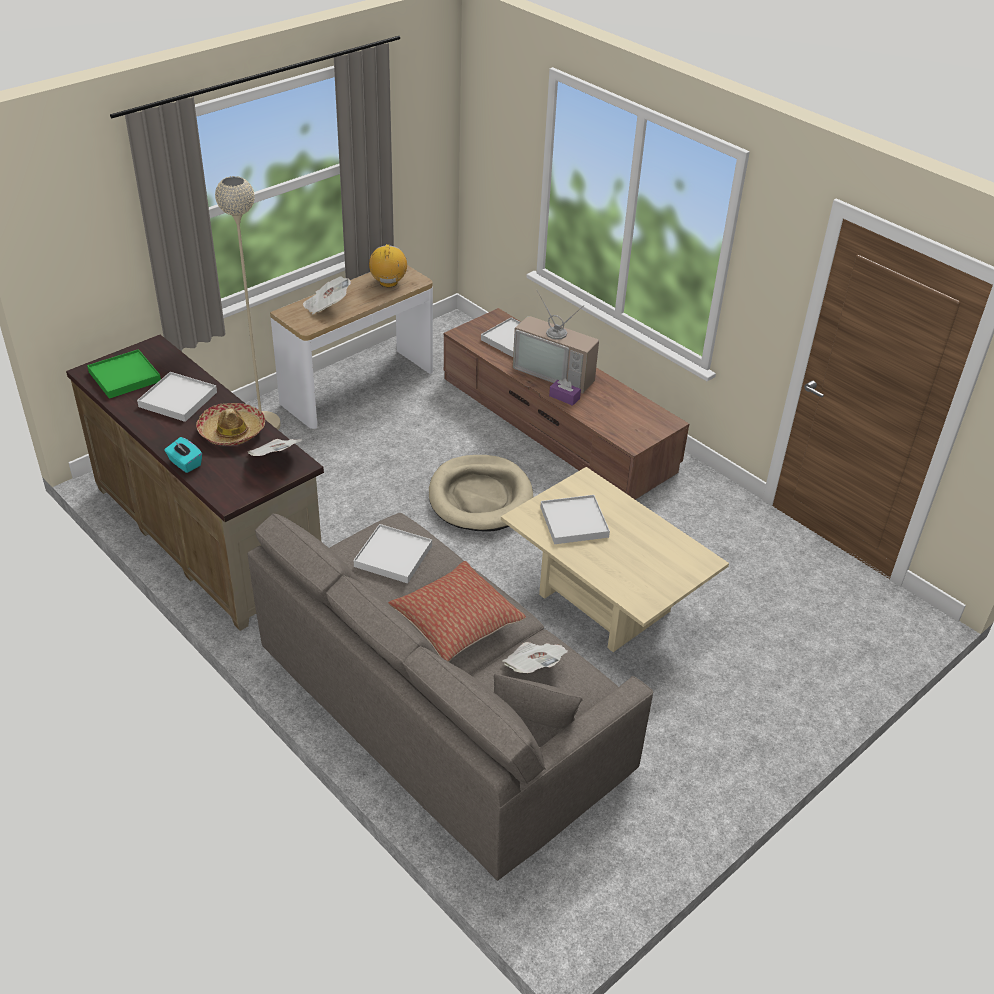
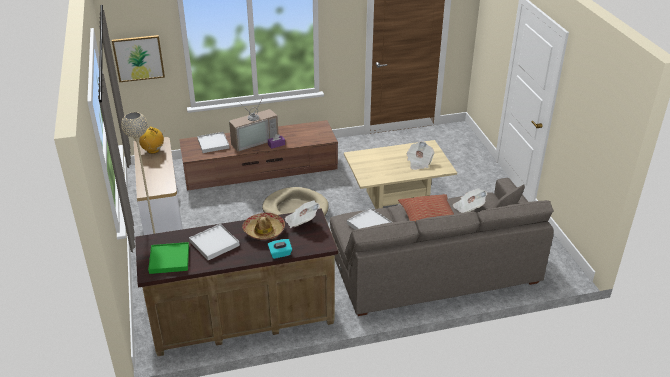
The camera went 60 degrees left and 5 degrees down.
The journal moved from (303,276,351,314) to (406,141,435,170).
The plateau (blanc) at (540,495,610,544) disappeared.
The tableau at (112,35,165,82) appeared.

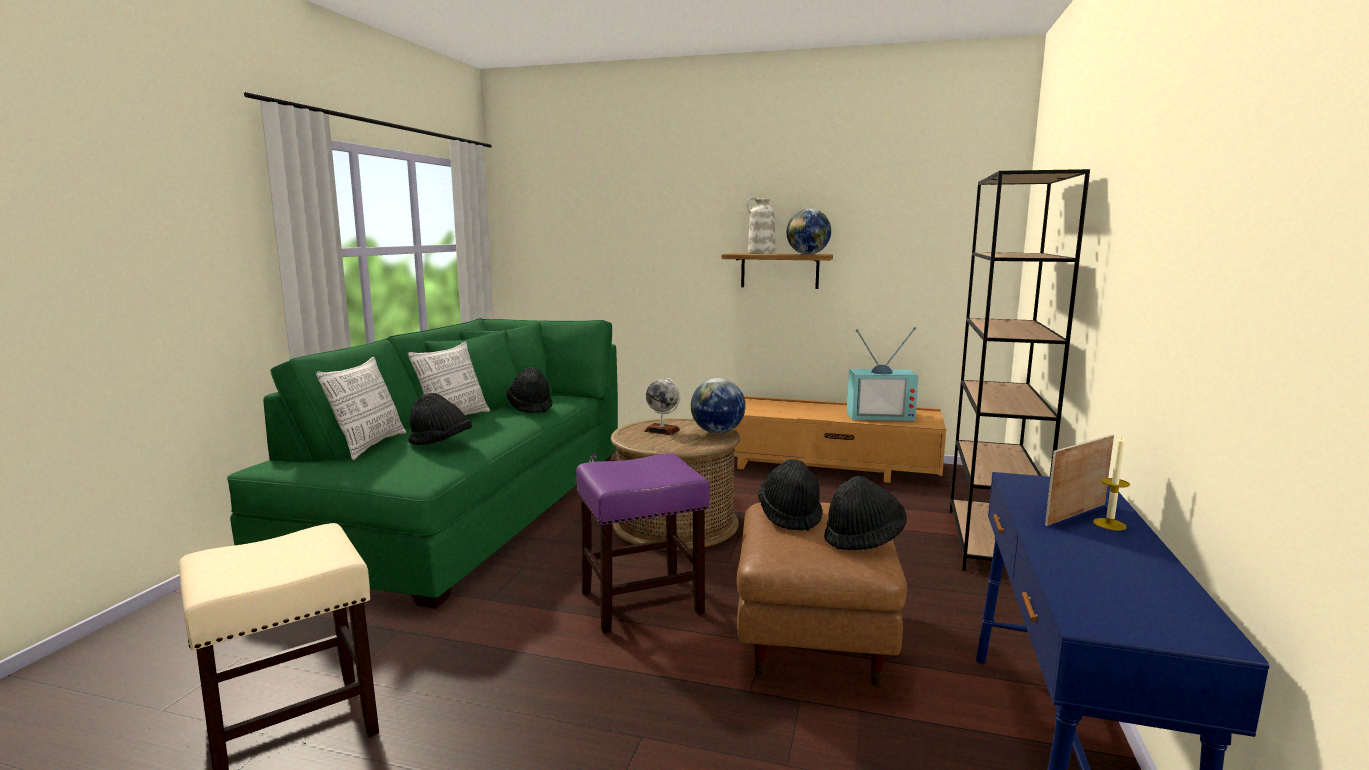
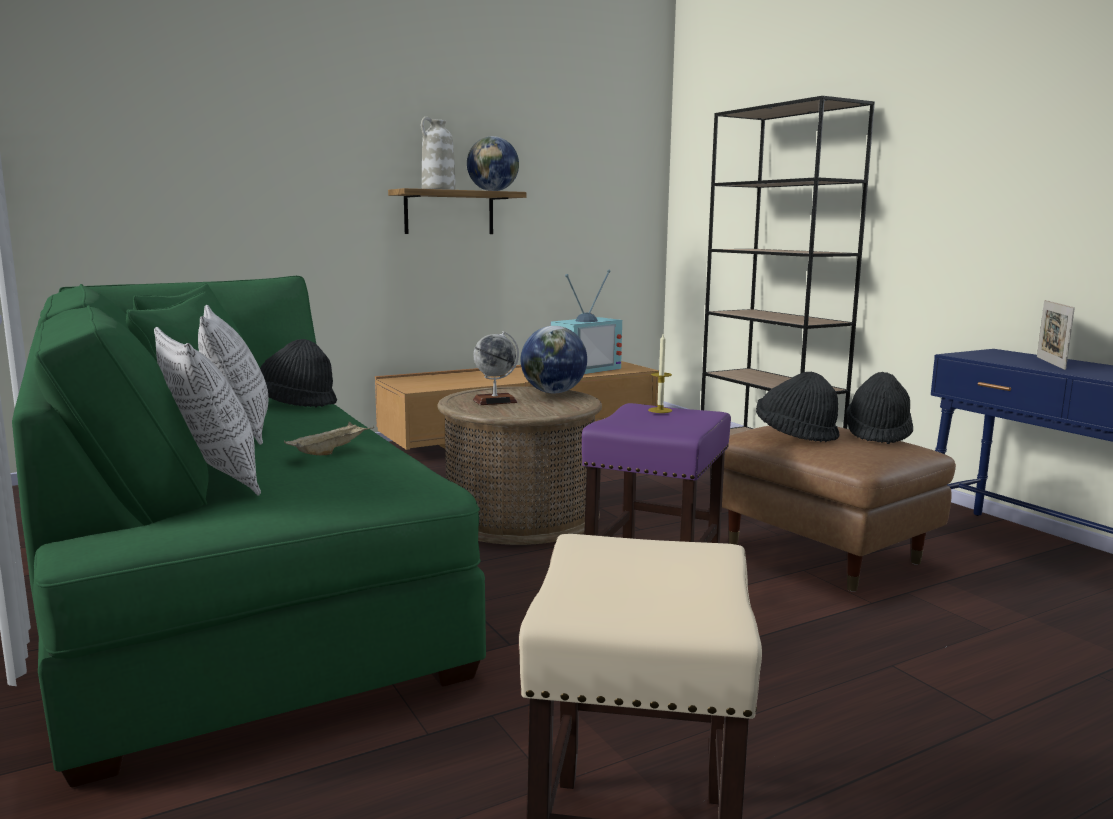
The camera went 45 degrees left and 0 degrees up.
The chapeau (noir) at (408,393,472,445) was replaced by the plateau (beige) at (284,422,374,456).
The bougie moved from (1093,435,1130,530) to (648,334,672,413).

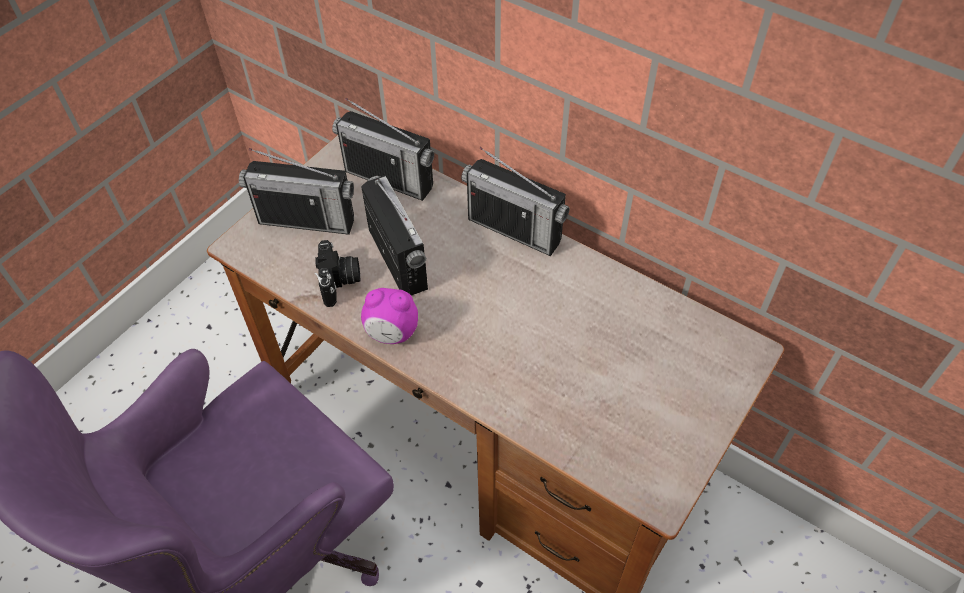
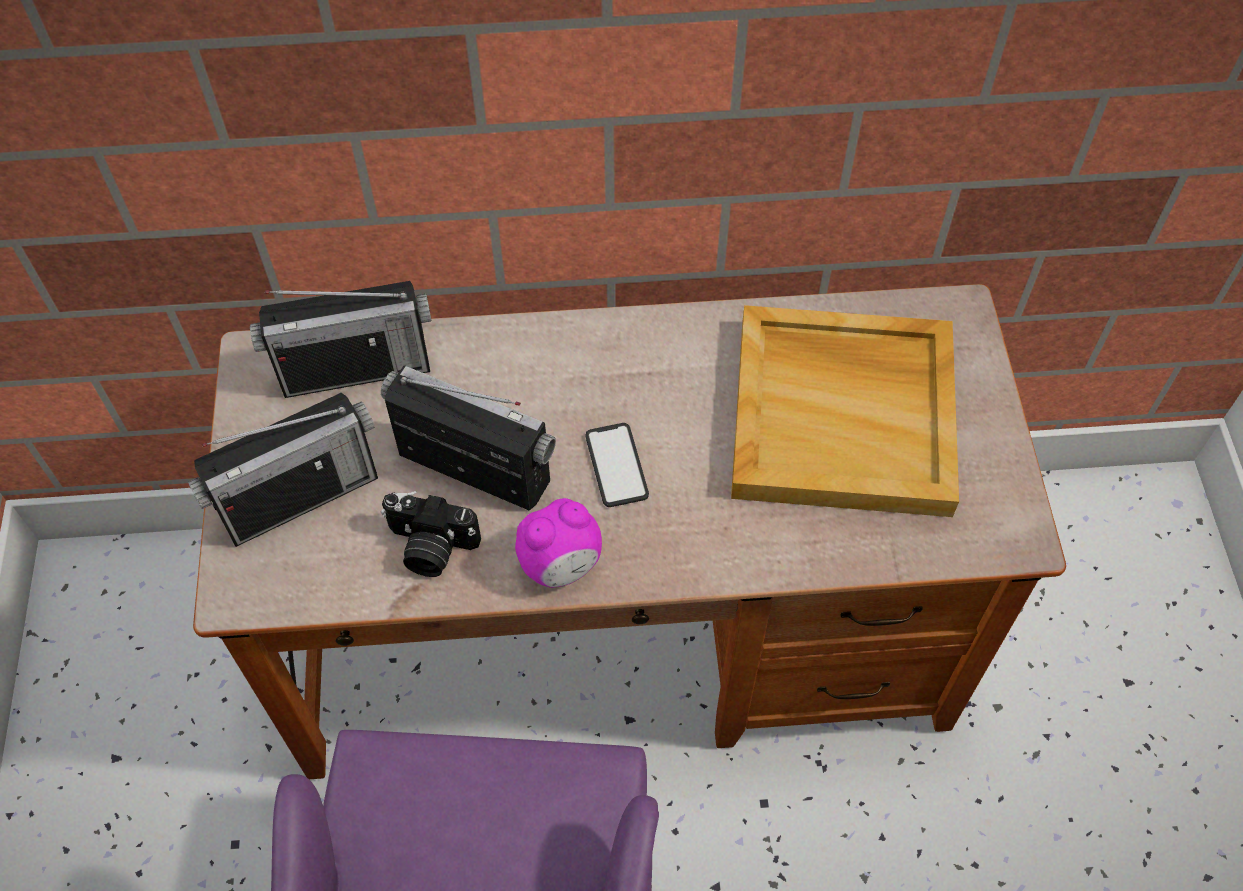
The camera went 40 degrees left and 5 degrees up.
The radio at (461,147,570,256) disappeared.
The appareil photo at (315,240,360,307) turned 150 degrees clockwise.
The plateau (beige) at (731,305,959,517) appeared.
The téléphone at (585,423,649,507) appeared.

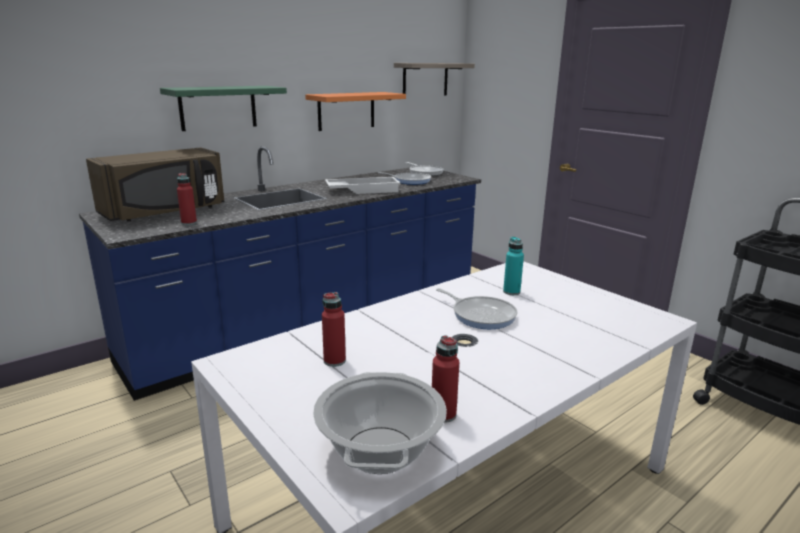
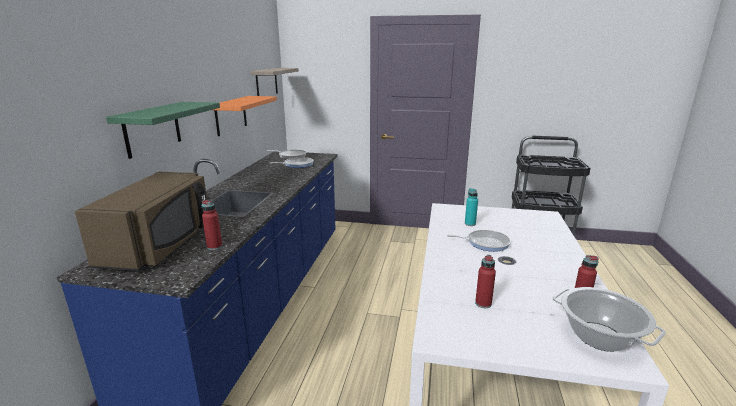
The camera went 40 degrees left and 0 degrees up.
The plateau (blanc) at (325,177,400,194) disappeared.

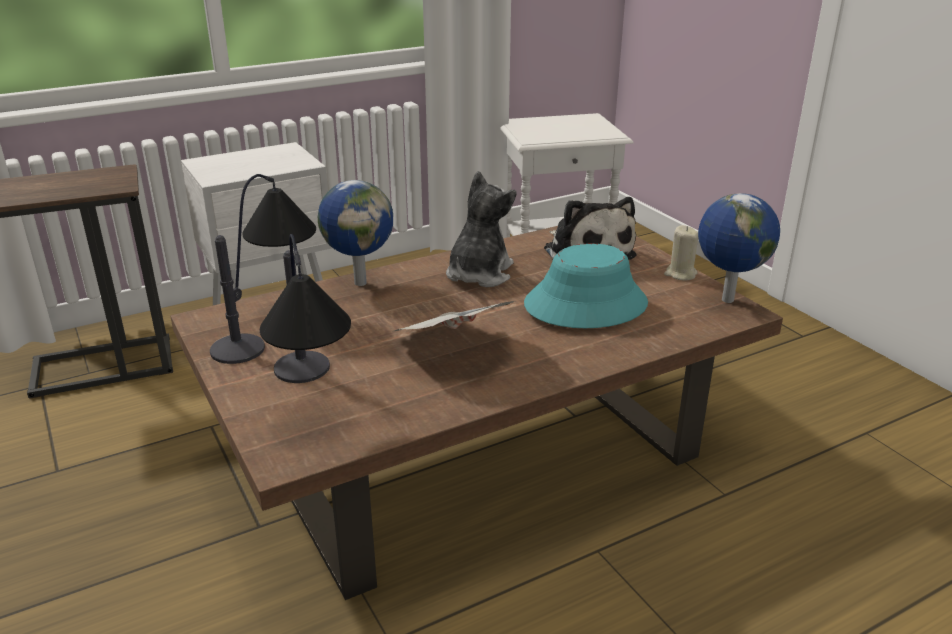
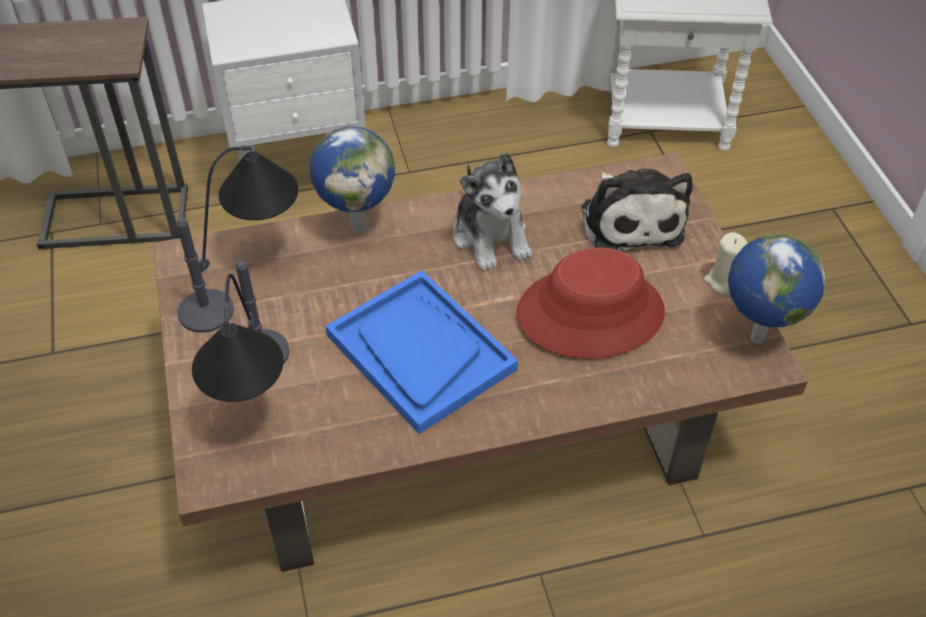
The camera went 15 degrees right and 20 degrees up.
The peluche at (446,171,516,288) turned 120 degrees clockwise.
The chapeau (turquoise) at (524,244,648,328) became the chapeau (rouge) at (517,247,665,359).
The journal at (392,301,514,332) was replaced by the plateau (bleu) at (325,270,518,434).

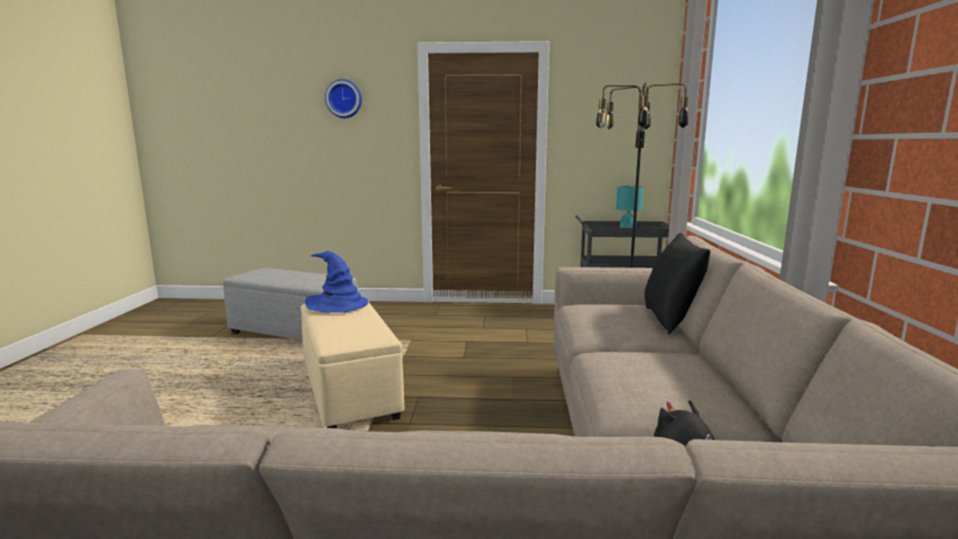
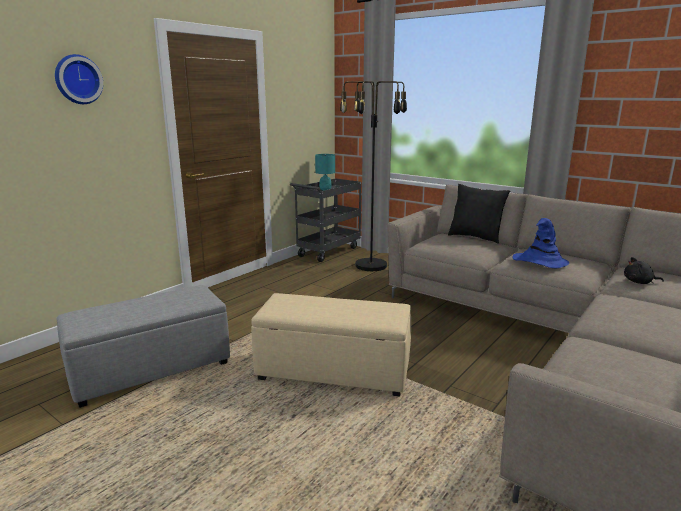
The camera went 55 degrees left and 5 degrees up.
The chapeau (bleu) moved from (305,251,368,313) to (512,218,569,268).

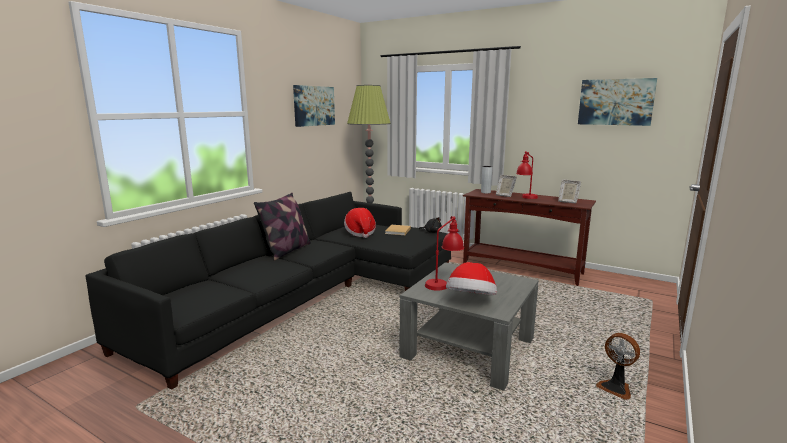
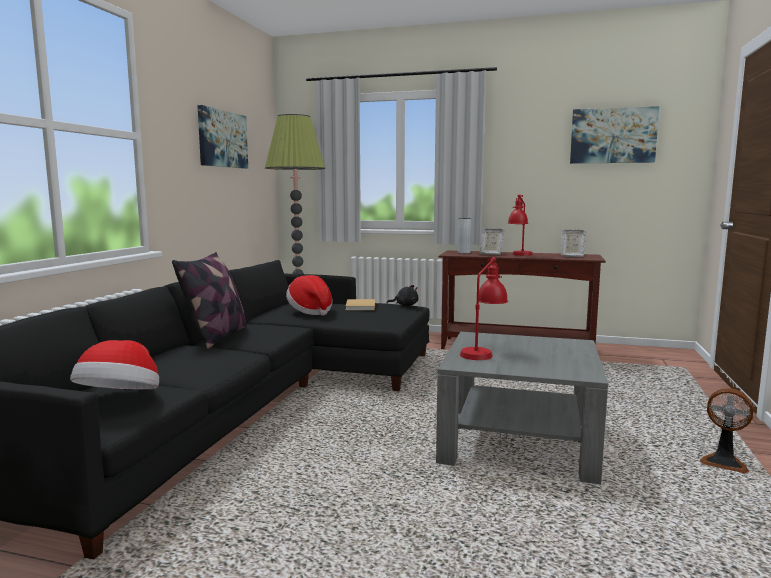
The camera went 15 degrees left and 5 degrees down.
The chapeau moved from (446,262,497,295) to (70,340,159,390).

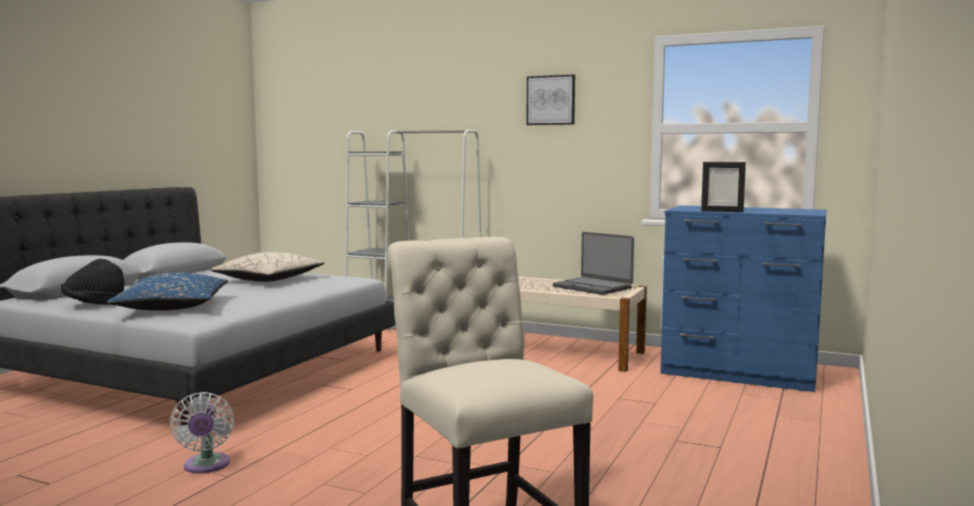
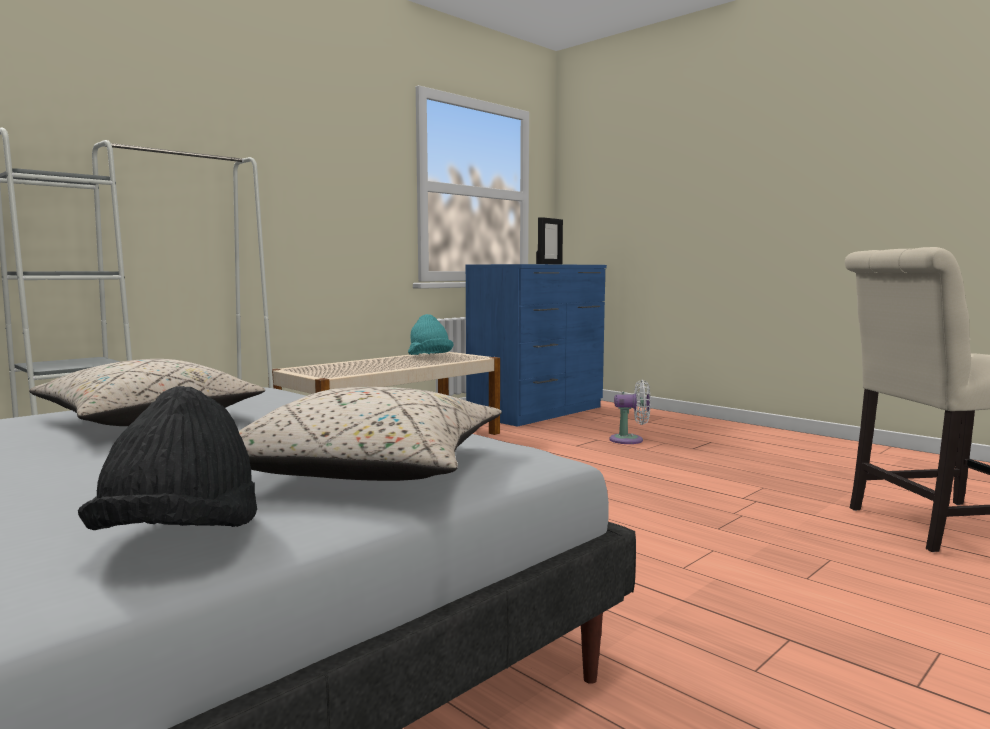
The camera went 70 degrees left and 0 degrees up.
The tableau at (526,75,575,125) disappeared.
The ordinateur portable at (553,232,634,295) was replaced by the chapeau (turquoise) at (408,314,453,355).
The coussin (bleu) at (107,273,228,311) became the coussin (beige) at (239,387,502,481).
The ventilateur (blanc) moved from (169,392,234,473) to (609,380,651,444).

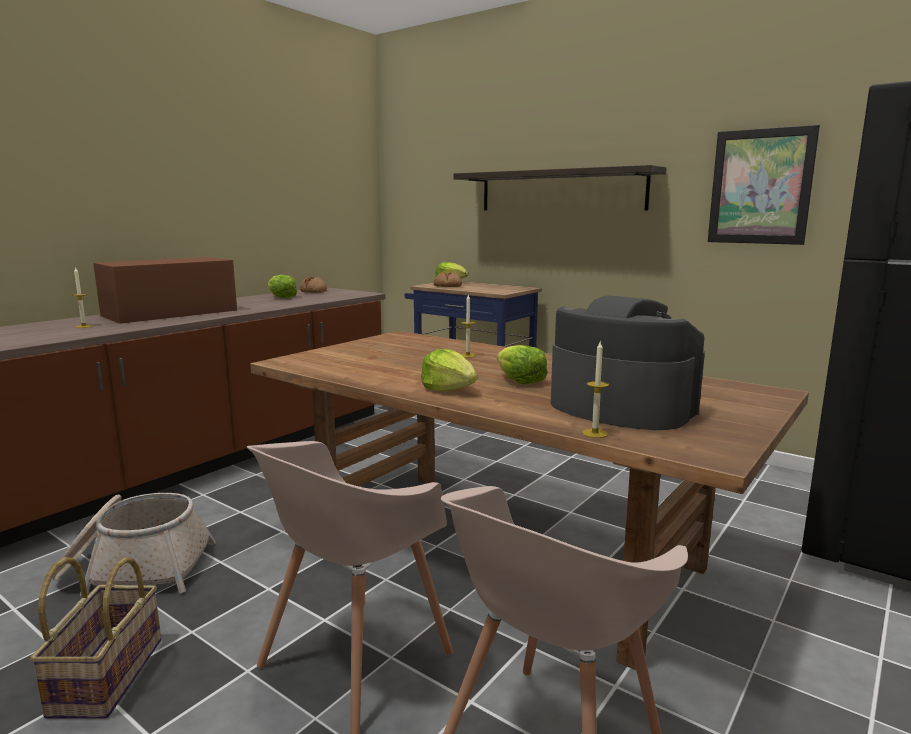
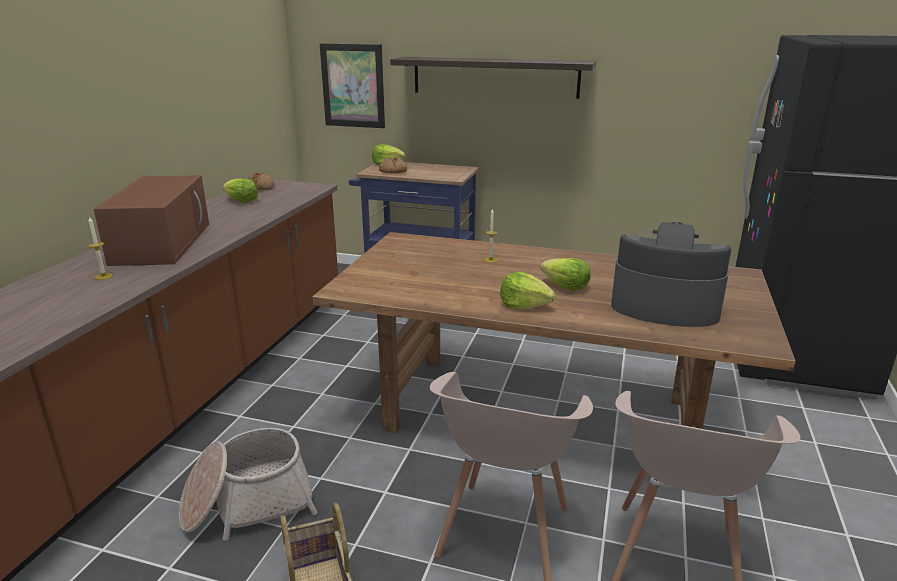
The camera went 20 degrees left and 10 degrees up.
The tableau moved from (708,125,820,245) to (320,43,385,128).
The micro-ondes (marron) at (93,257,237,324) turned 150 degrees clockwise.
The bougie at (582,342,609,438) disappeared.

